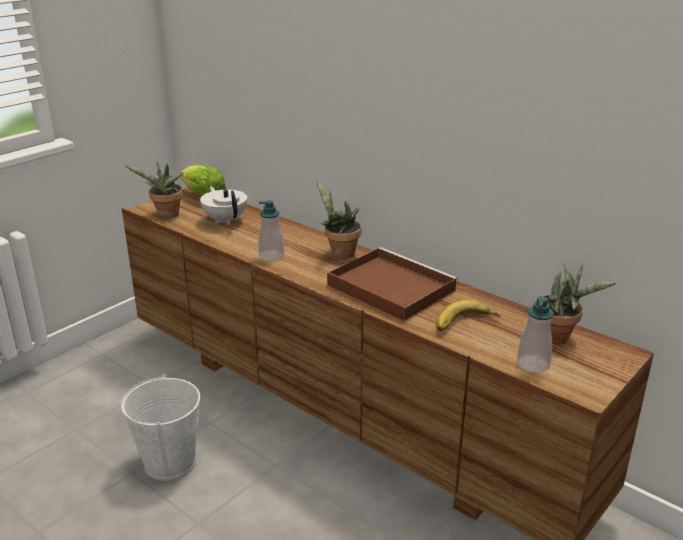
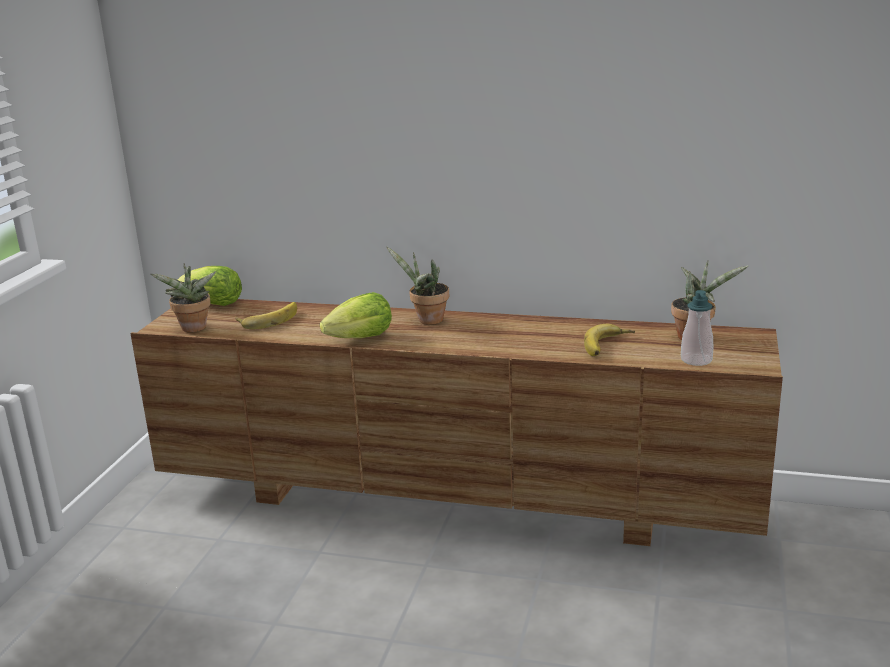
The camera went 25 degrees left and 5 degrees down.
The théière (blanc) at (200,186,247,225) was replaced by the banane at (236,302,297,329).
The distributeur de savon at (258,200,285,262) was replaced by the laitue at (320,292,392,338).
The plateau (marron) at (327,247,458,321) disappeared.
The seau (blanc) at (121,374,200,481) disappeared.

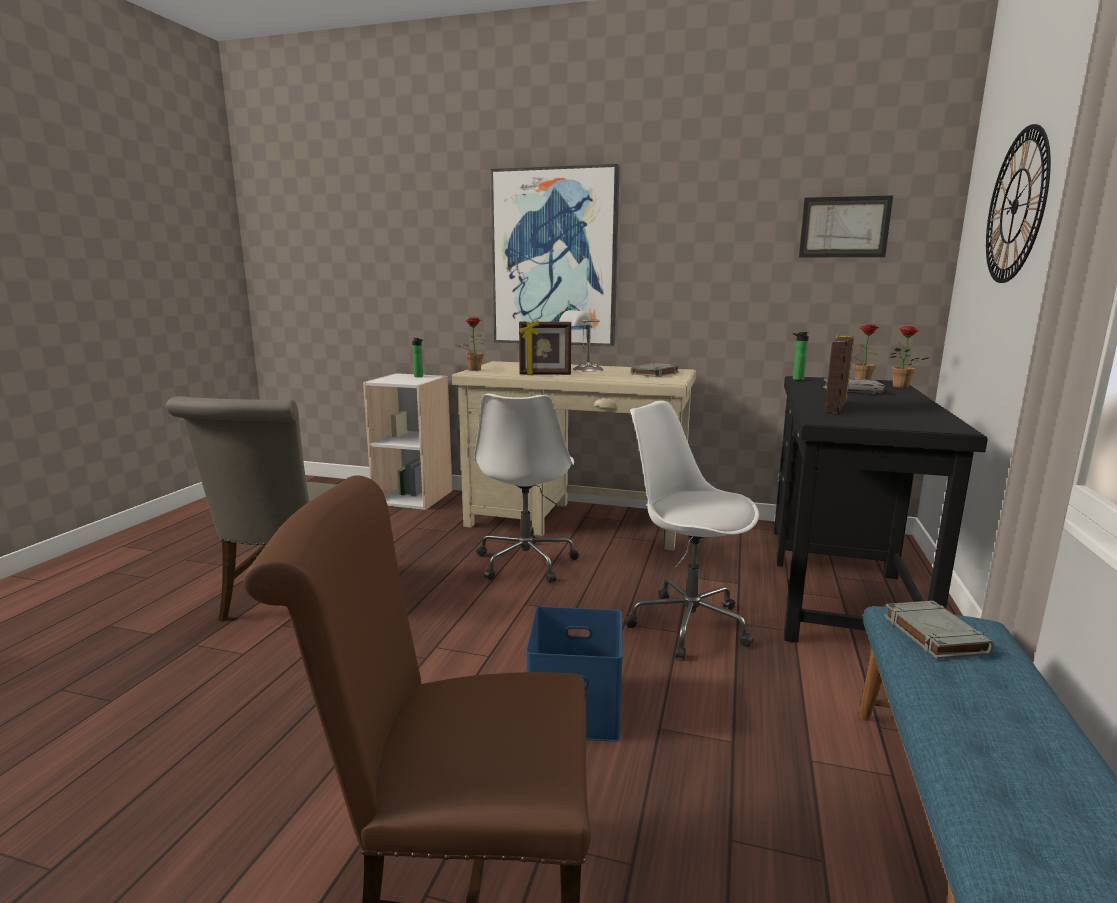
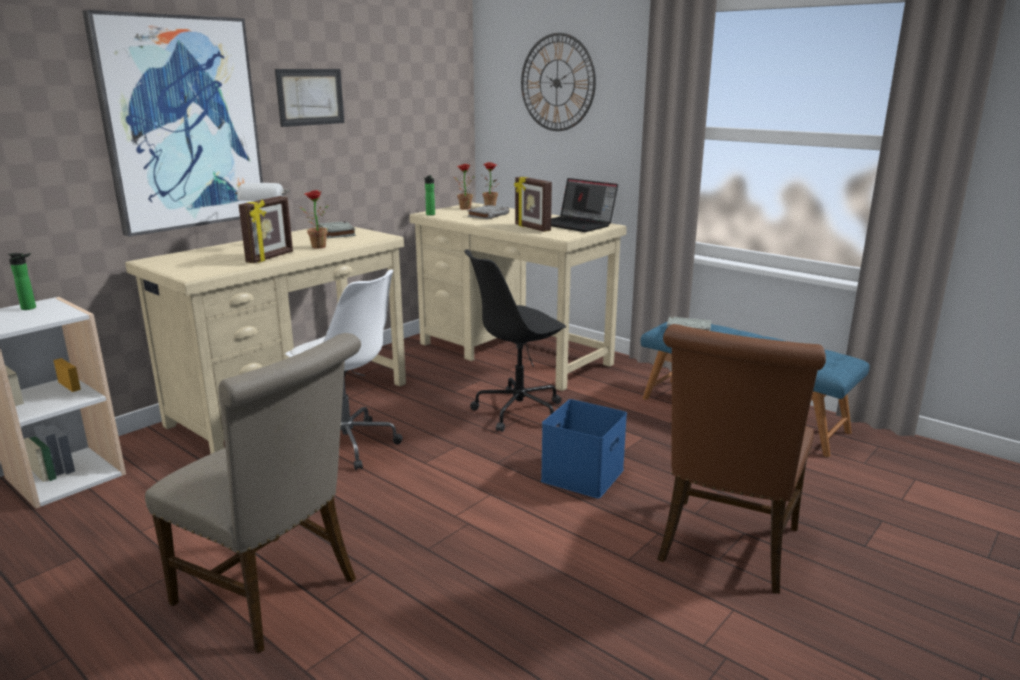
The camera went 65 degrees left and 5 degrees up.
The tableau moved from (799,195,893,257) to (275,69,344,127).
The plante en pot moved from (456,317,485,371) to (300,190,329,248).
The bureau (noir) at (774,376,987,643) became the bureau (beige) at (409,203,627,391).
The chaise de bureau (blanc) at (625,401,759,660) became the chaise de bureau (noir) at (464,249,566,432).
The ordinateur portable at (551,178,618,232) appeared.

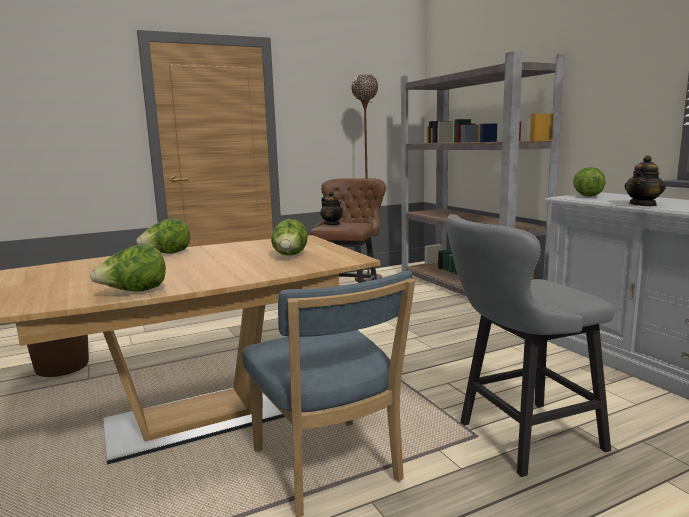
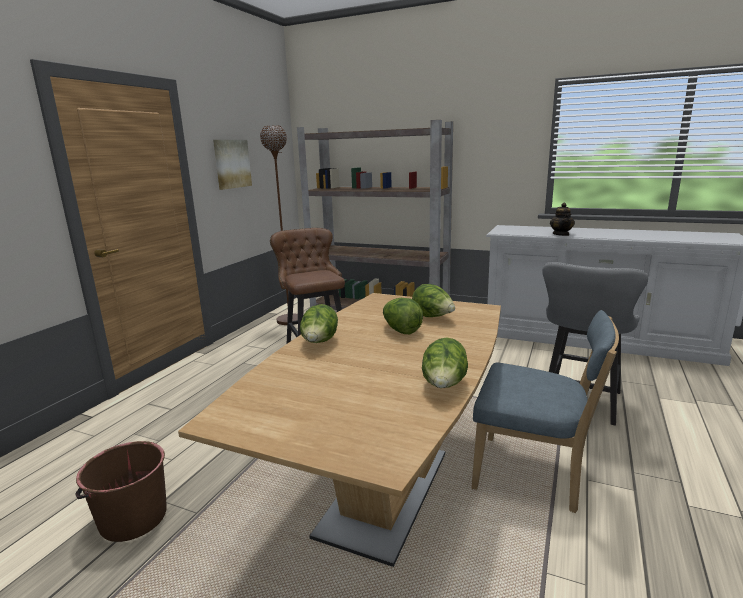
The camera went 40 degrees left and 5 degrees up.
The laitue moved from (573,167,606,197) to (383,298,423,334).
The théière at (320,191,343,225) disappeared.
The tableau at (213,140,252,190) appeared.

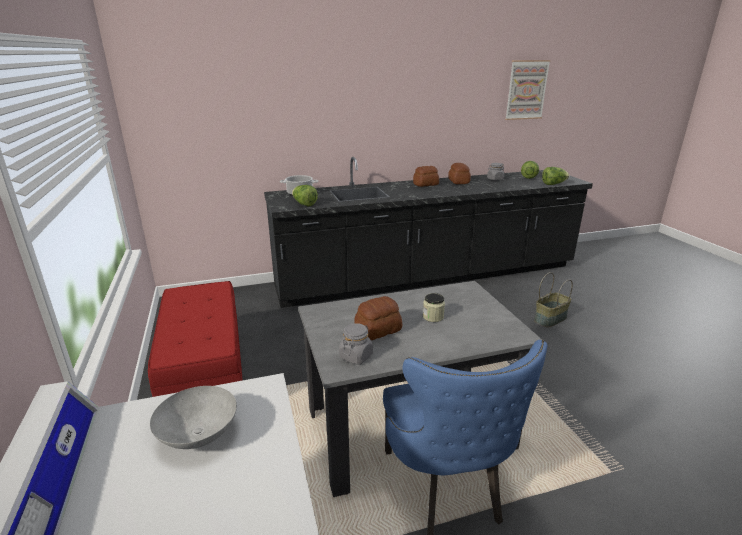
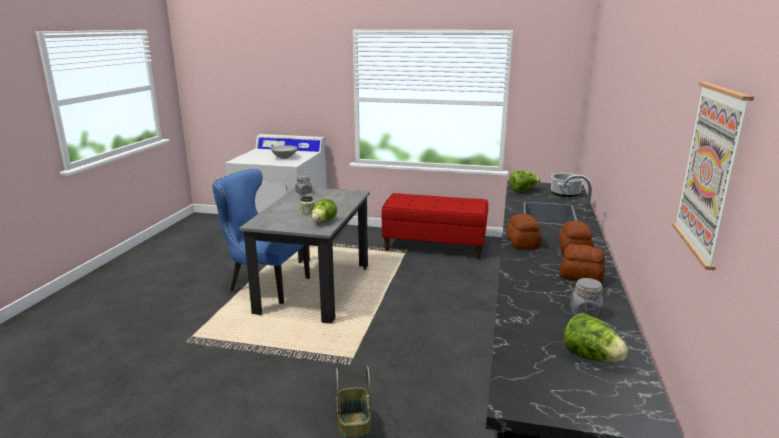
The camera went 120 degrees right and 5 degrees down.
The laitue moved from (542,167,569,185) to (311,199,337,222).
The pain moved from (354,296,402,340) to (507,214,542,250).

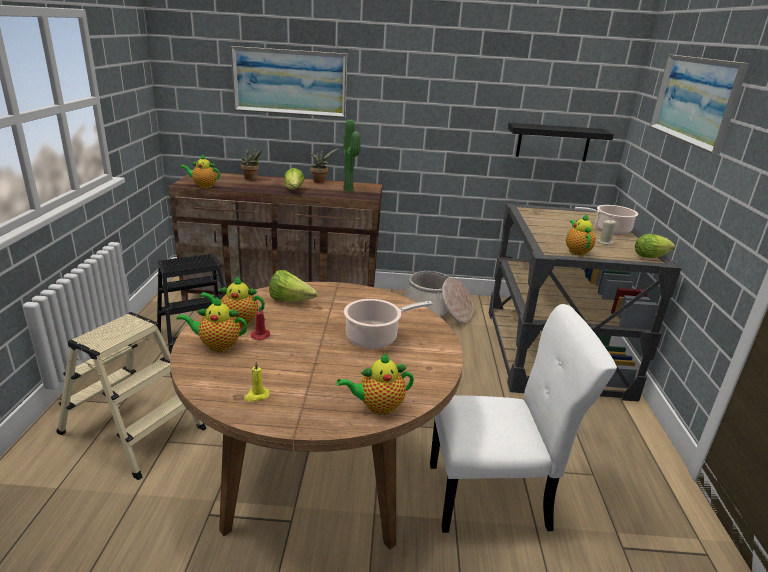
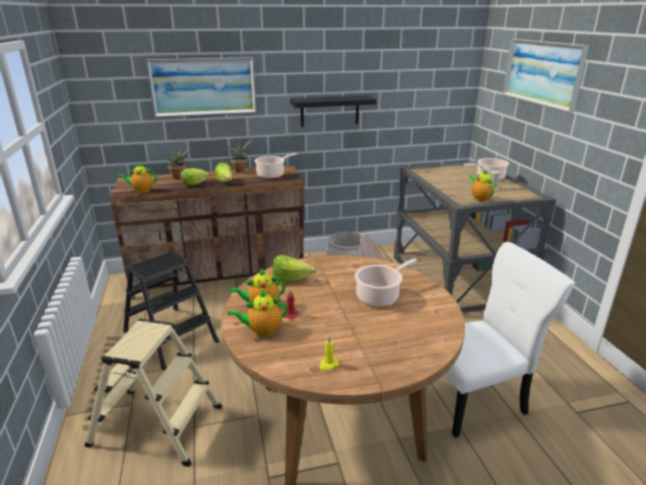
The camera went 15 degrees left and 0 degrees up.
The plante en pot at (343,119,361,192) was replaced by the marmite at (255,153,298,179).
The étagère (noir) moved from (508,123,614,161) to (290,95,376,127).
The laitue moved from (635,234,675,258) to (180,168,209,185).
The théière at (337,353,414,415) disappeared.

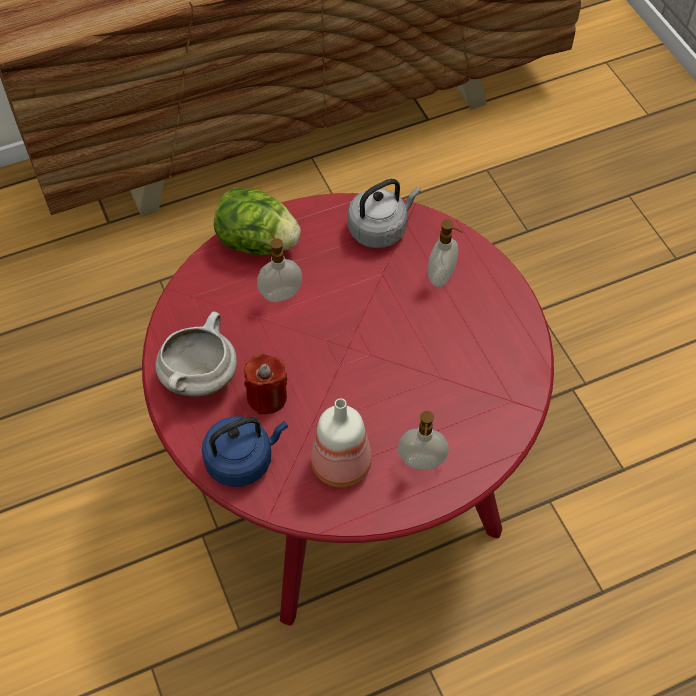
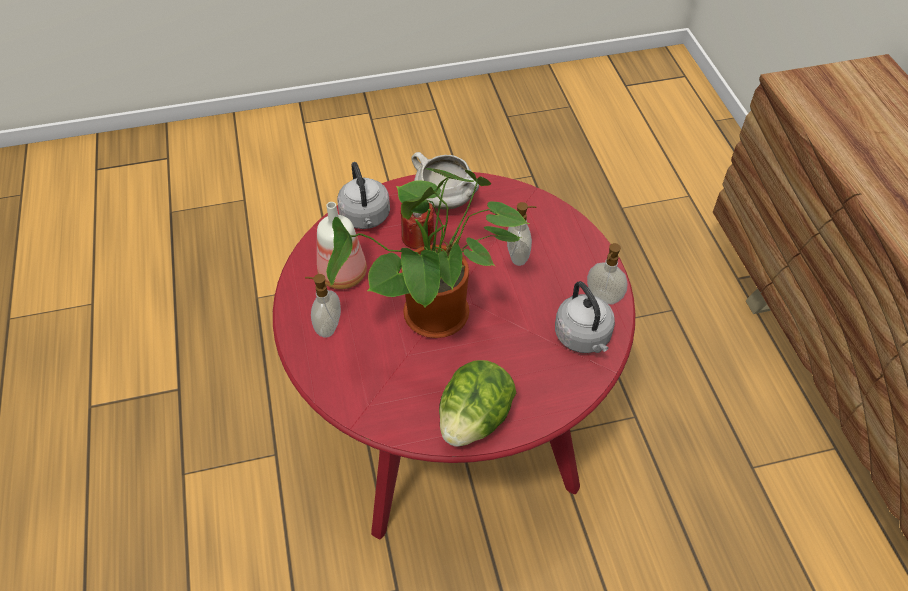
The camera went 100 degrees right and 5 degrees down.
The laitue moved from (214,187,301,256) to (439,360,516,447).
The distributeur de savon moved from (428,219,463,287) to (587,243,627,305).
The bouilloire (bleu) at (202,416,288,487) became the bouilloire (gris) at (337,162,390,229).
The plante en pot at (326,168,529,338) appeared.

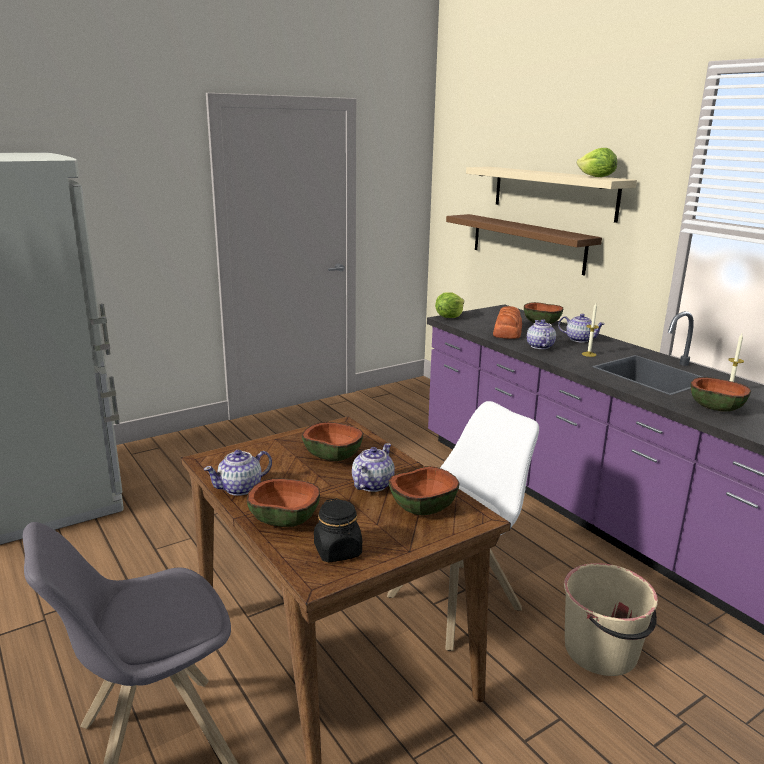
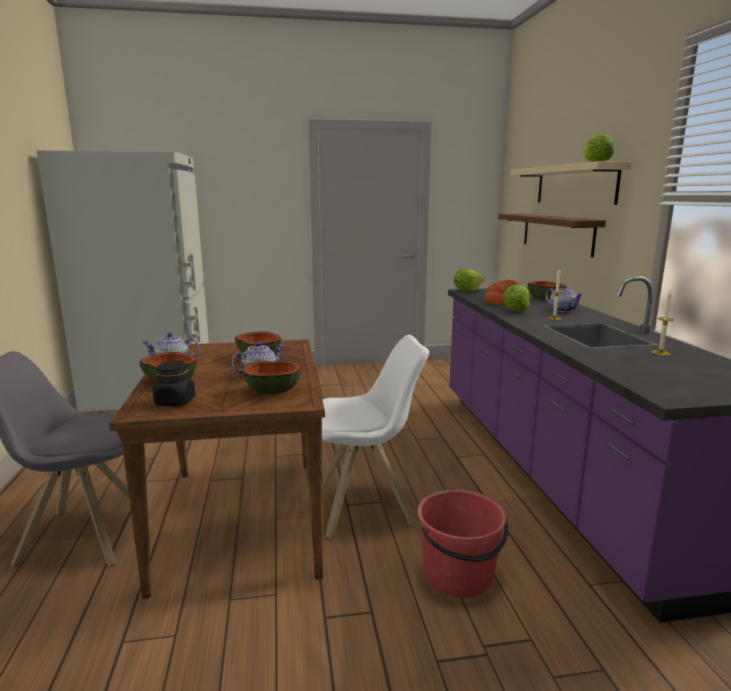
The camera went 25 degrees right and 5 degrees down.
The théière at (527,319,556,349) was replaced by the laitue at (503,285,530,311).
The bol at (690,377,751,411) disappeared.
The seau (beige) at (564,563,658,676) became the seau (rouge) at (417,490,509,598).

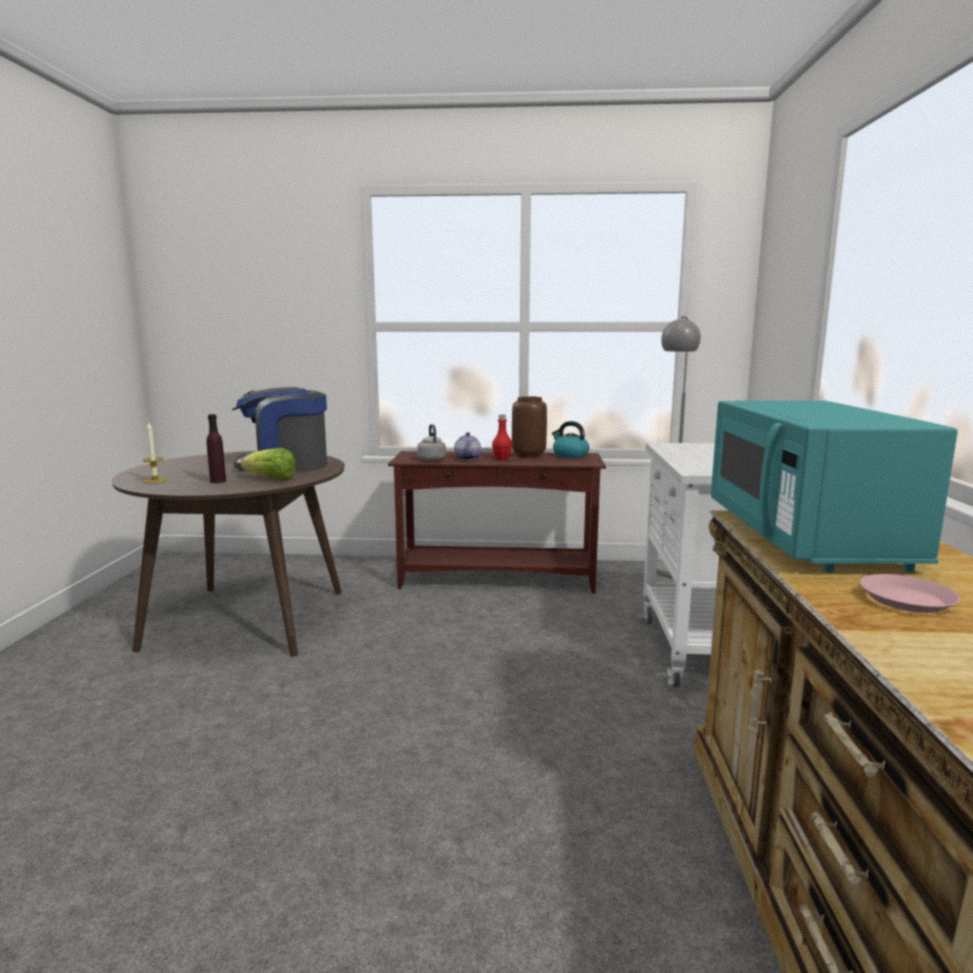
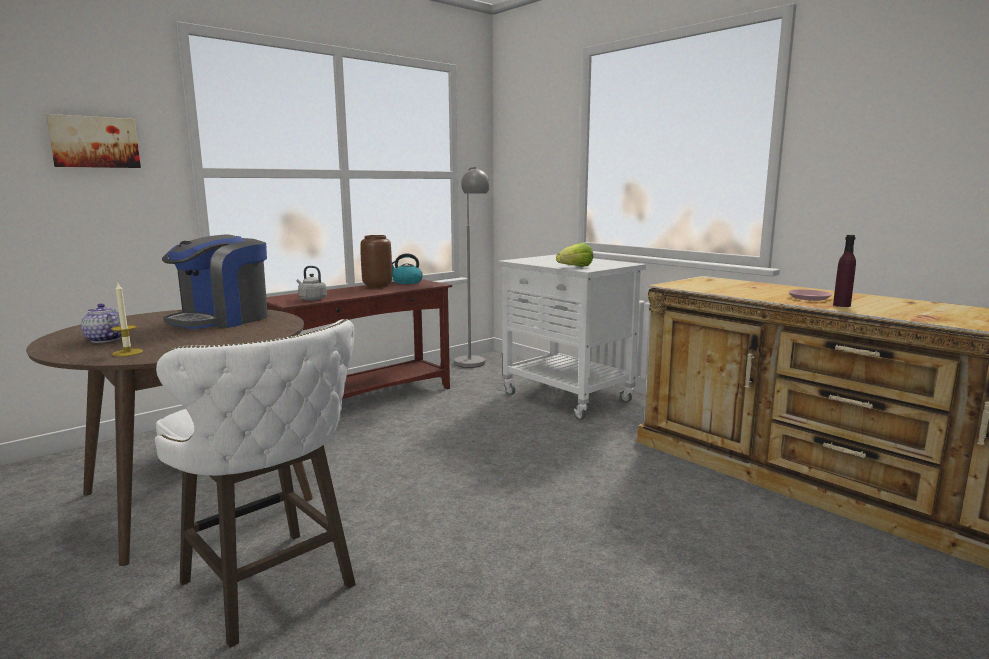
The camera went 45 degrees left and 0 degrees up.
The micro-ondes (turquoise) at (711,400,958,572) disappeared.
The bouteille (violet) moved from (206,414,226,483) to (833,235,856,307).
The bouteille (rouge) at (492,415,512,460) disappeared.
The théière moved from (454,432,481,460) to (81,303,122,343).
The laitue moved from (241,448,296,480) to (556,243,593,267).
The tableau at (46,114,141,168) appeared.
The tabouret (blanc) at (155,319,356,648) appeared.

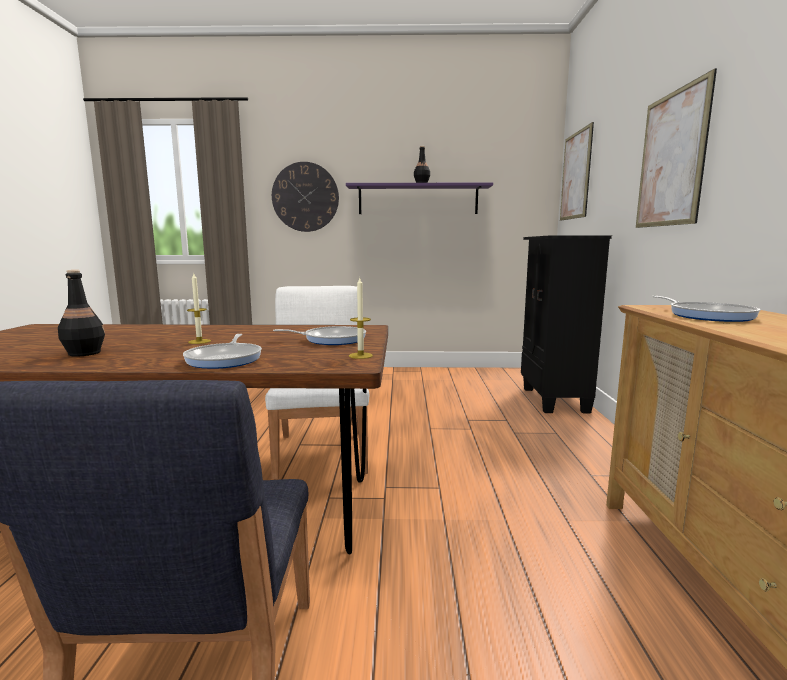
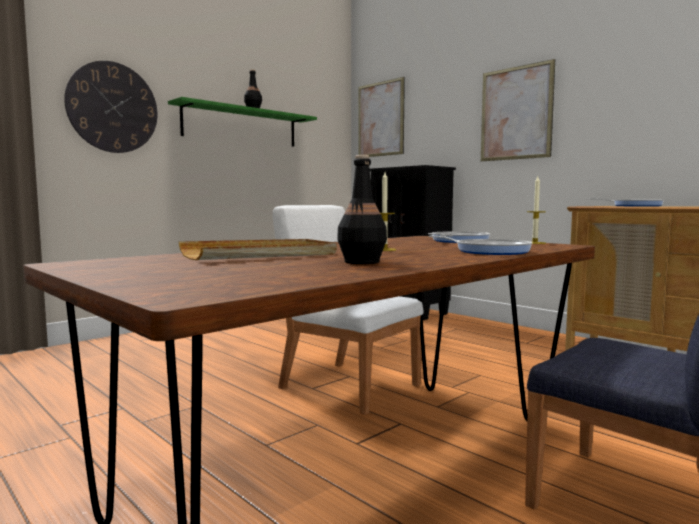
The camera went 45 degrees left and 5 degrees down.
The étagère (violet) at (346,182,493,214) became the étagère (vert) at (168,97,317,147).
The plateau (beige) at (179,239,337,260) appeared.

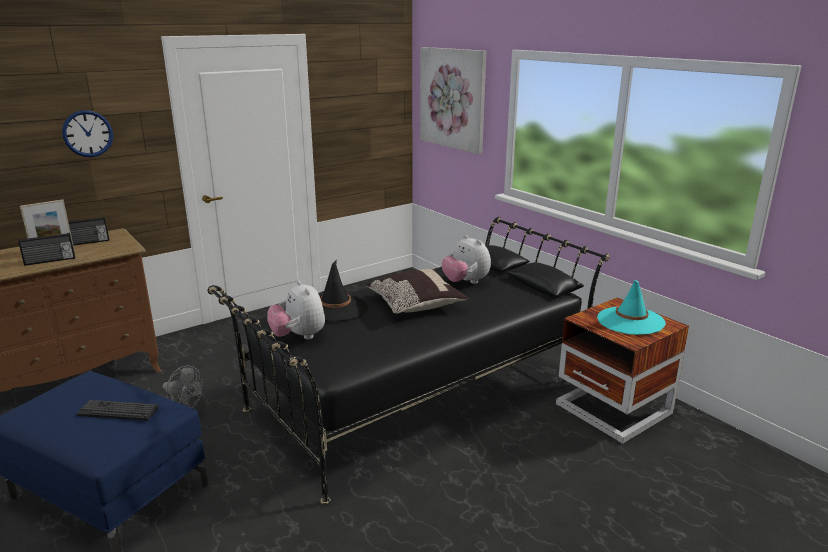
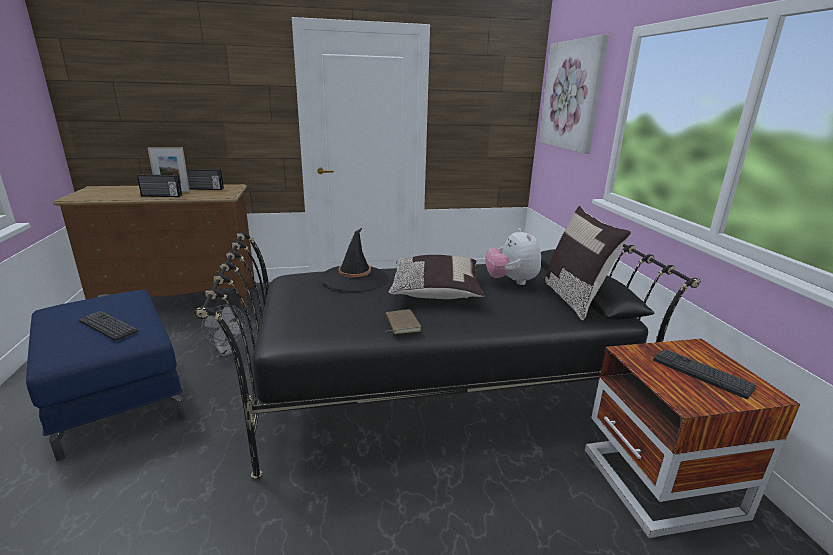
The camera went 25 degrees right and 0 degrees up.
The horloge murale at (62,110,113,157) disappeared.
The peluche at (267,280,325,339) disappeared.
The chapeau (turquoise) at (597,280,666,335) was replaced by the clavier at (653,349,756,399).
The coussin at (544,206,631,320) appeared.
The livre (marron) at (385,309,421,334) appeared.

